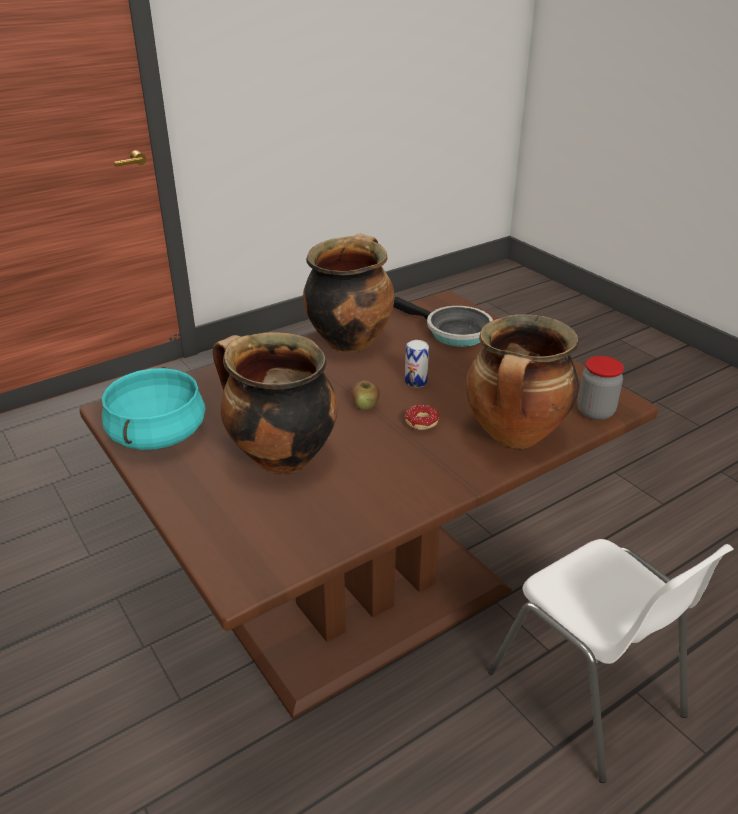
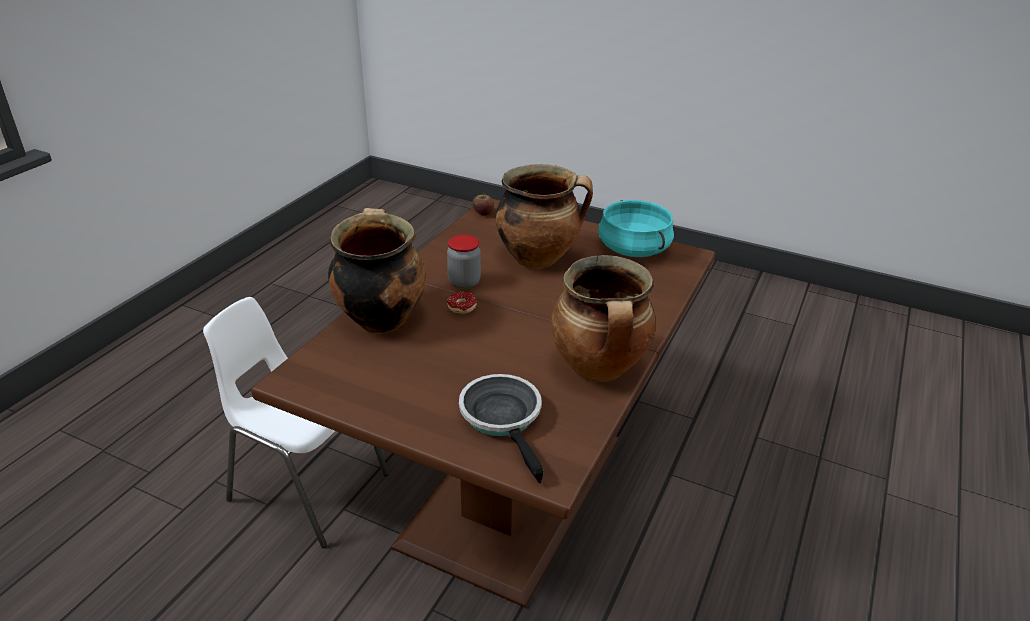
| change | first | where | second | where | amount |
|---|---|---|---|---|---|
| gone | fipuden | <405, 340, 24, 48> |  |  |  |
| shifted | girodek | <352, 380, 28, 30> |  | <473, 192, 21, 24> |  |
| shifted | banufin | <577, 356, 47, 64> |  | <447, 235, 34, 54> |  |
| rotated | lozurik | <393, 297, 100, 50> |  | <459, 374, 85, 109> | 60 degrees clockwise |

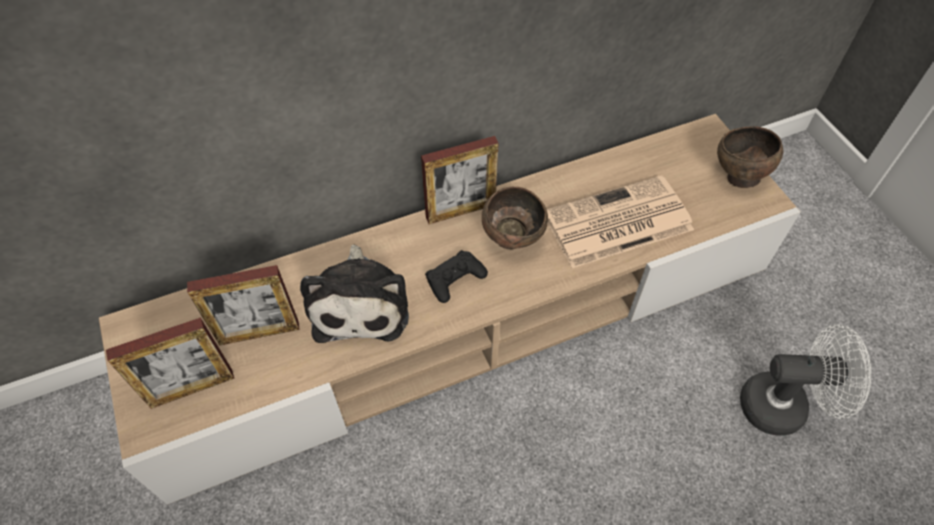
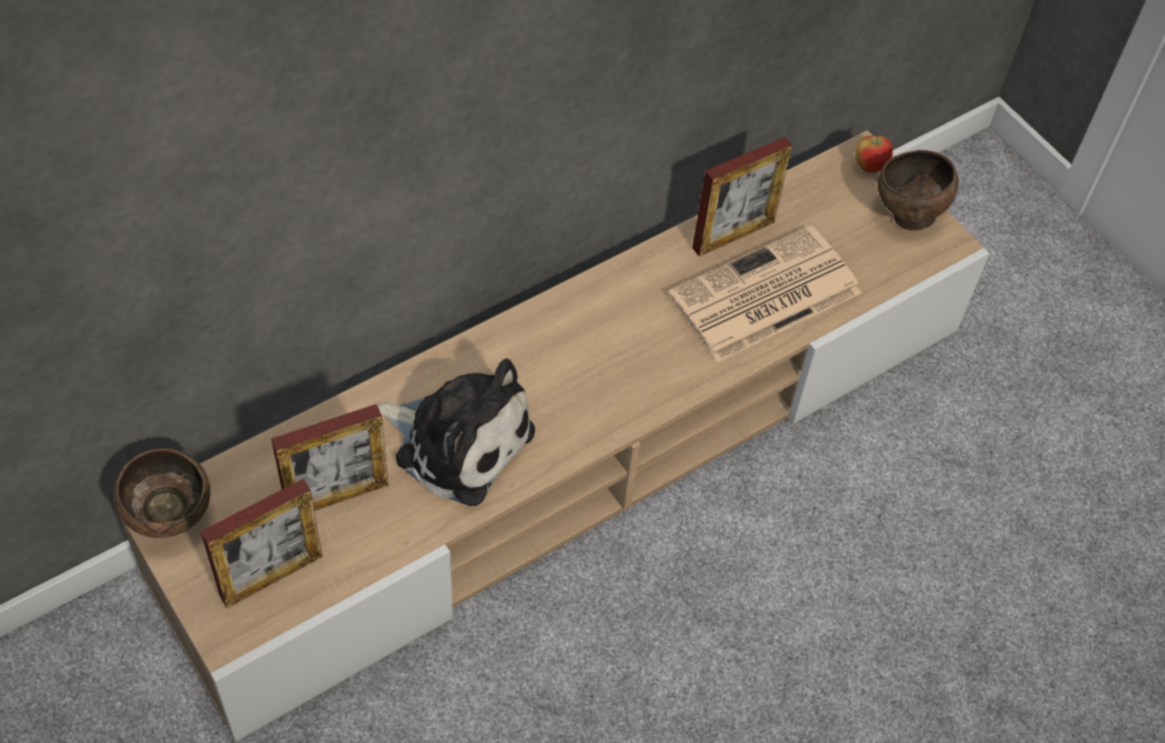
| change | first | where | second | where | amount |
|---|---|---|---|---|---|
| gone | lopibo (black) | <425, 250, 63, 53> |  |  |  |
| gone | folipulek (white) | <740, 325, 131, 111> |  |  |  |
| new |  |  | girodek | <855, 134, 38, 39> |  |
| shifted | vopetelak | <421, 136, 78, 88> |  | <692, 137, 101, 119> |  |
| shifted | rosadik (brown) | <482, 187, 66, 62> |  | <113, 448, 97, 90> |  |
| rotated | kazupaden | <300, 245, 109, 98> |  | <377, 358, 158, 148> | 45 degrees counterclockwise |

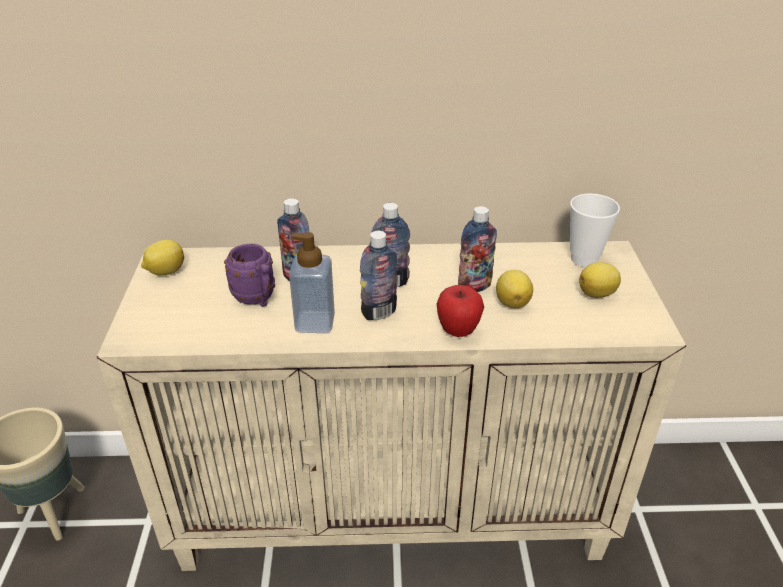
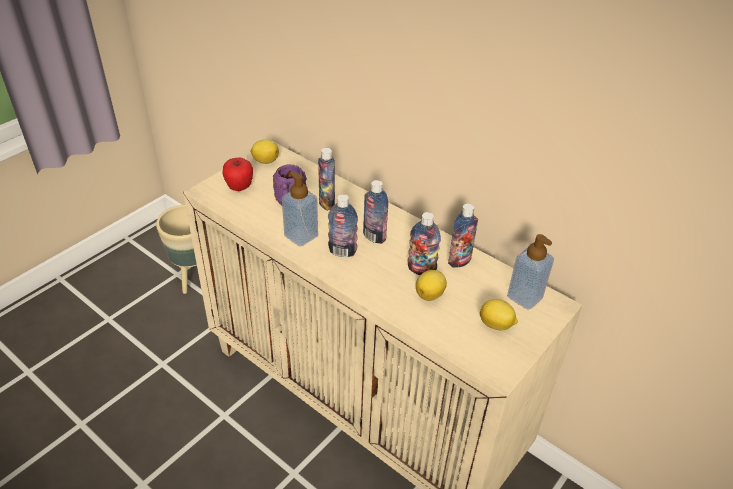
| change | first | where | second | where | amount |
|---|---|---|---|---|---|
| new |  |  | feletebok | <448, 204, 30, 64> |  |
| shifted | girodek | <437, 285, 47, 52> |  | <222, 157, 31, 34> |  |
| swapped | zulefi | <570, 193, 50, 74> | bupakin | <507, 234, 47, 76> |  |

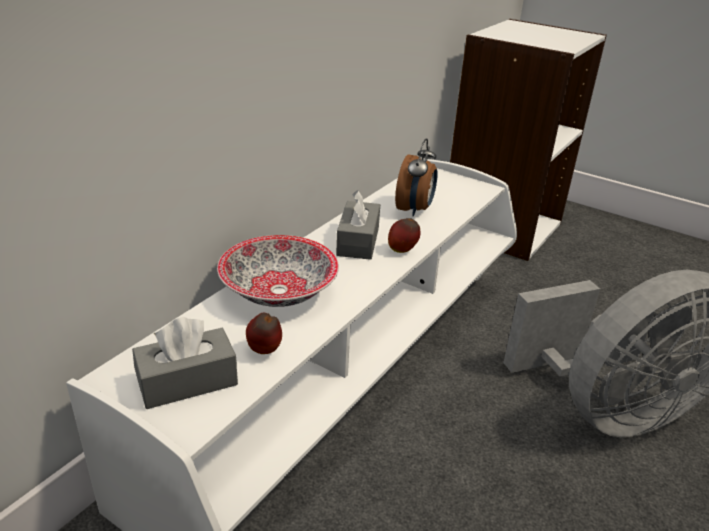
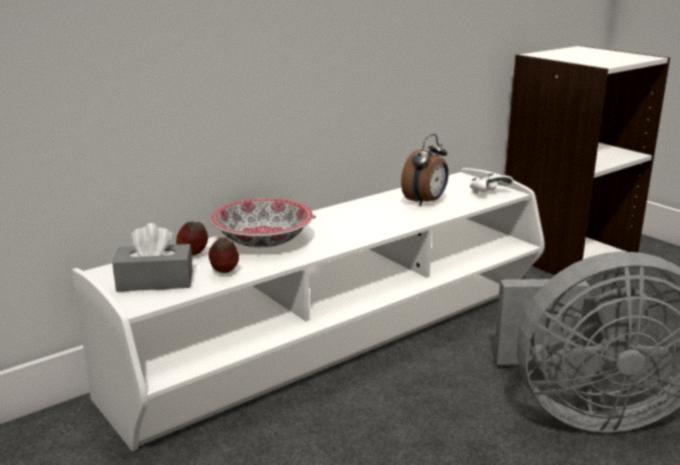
| change | first | where | second | where | amount |
|---|---|---|---|---|---|
| gone | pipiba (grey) | <336, 190, 44, 70> |  |  |  |
| new |  |  | lopibo (white) | <470, 173, 44, 21> |  |
| shifted | girodek | <388, 218, 32, 35> |  | <176, 221, 32, 35> |  |

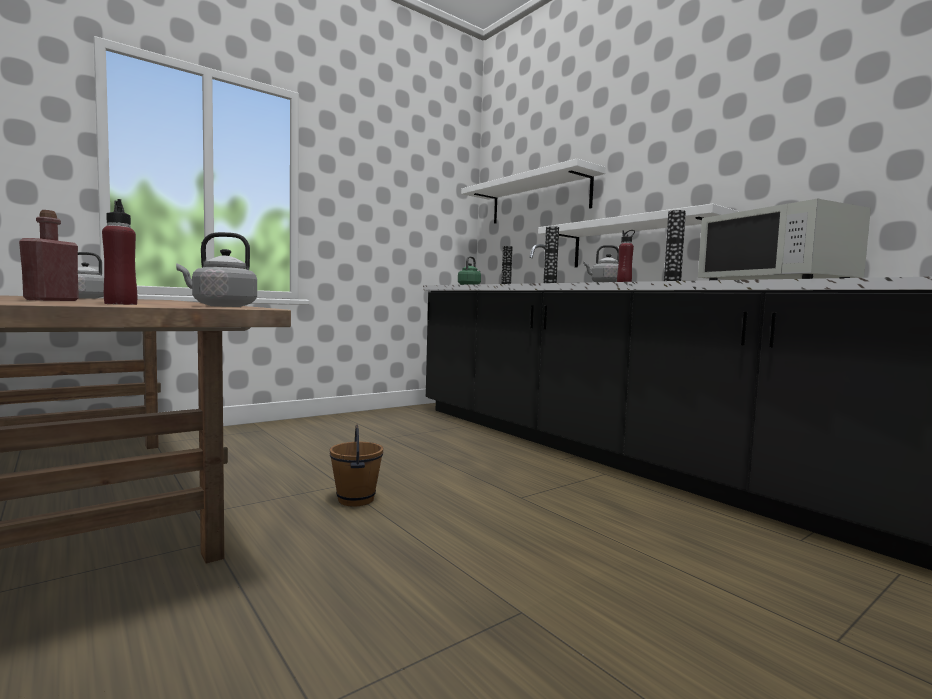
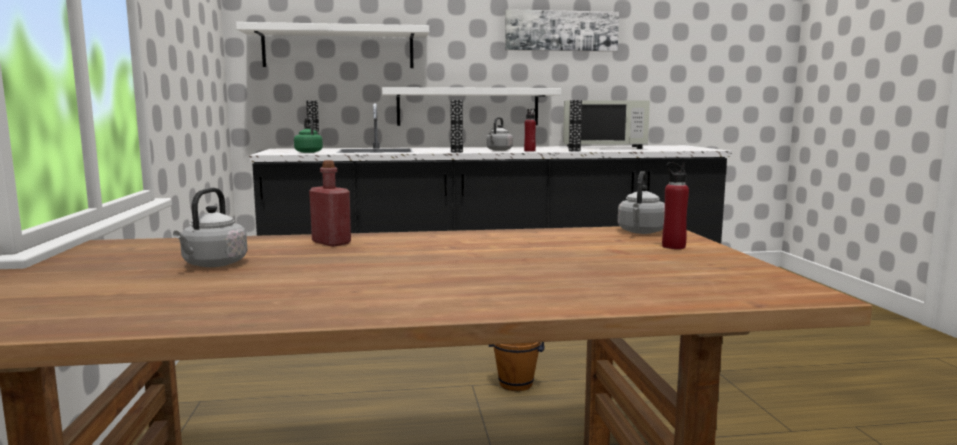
| change | first | where | second | where | amount |
|---|---|---|---|---|---|
| new |  |  | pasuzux | <505, 9, 114, 43> |  |
| shifted | feletebok (red) | <19, 210, 60, 91> |  | <309, 160, 42, 87> |  |

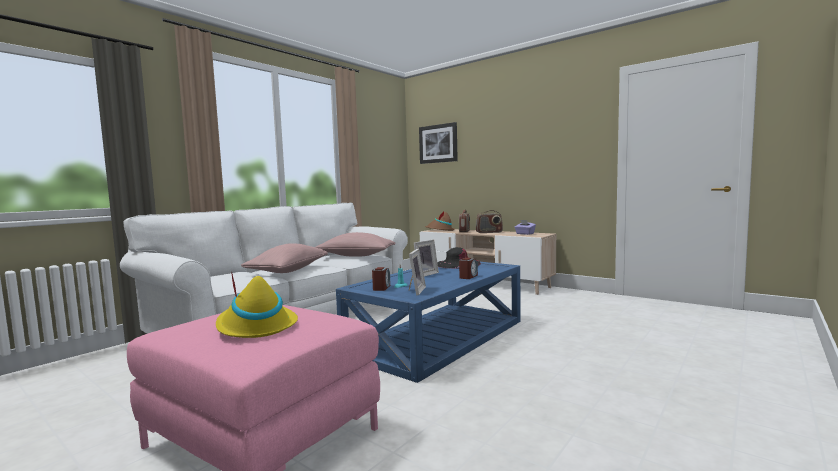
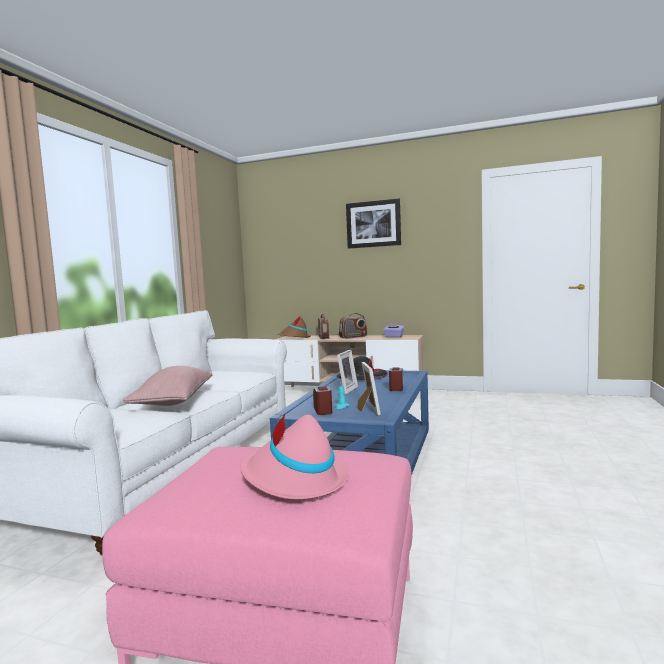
| change | first | where | second | where | amount |
|---|---|---|---|---|---|
| gone | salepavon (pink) | <316, 232, 80, 25> |  |  |  |
| shifted | pasuzux | <419, 122, 39, 42> |  | <346, 199, 55, 50> |  |
| repainted | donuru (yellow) | <216, 272, 82, 66> | donuru (pink) | <240, 413, 109, 87> |  |

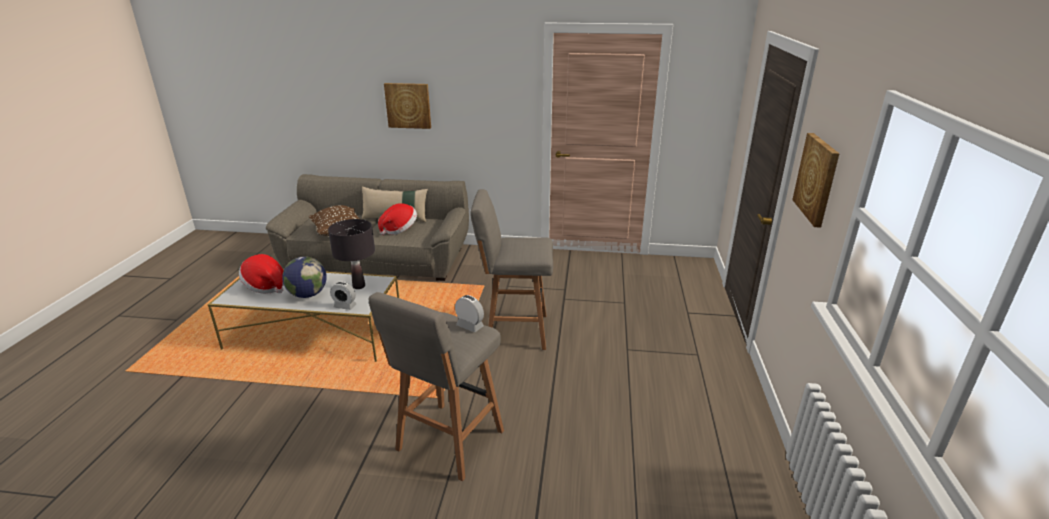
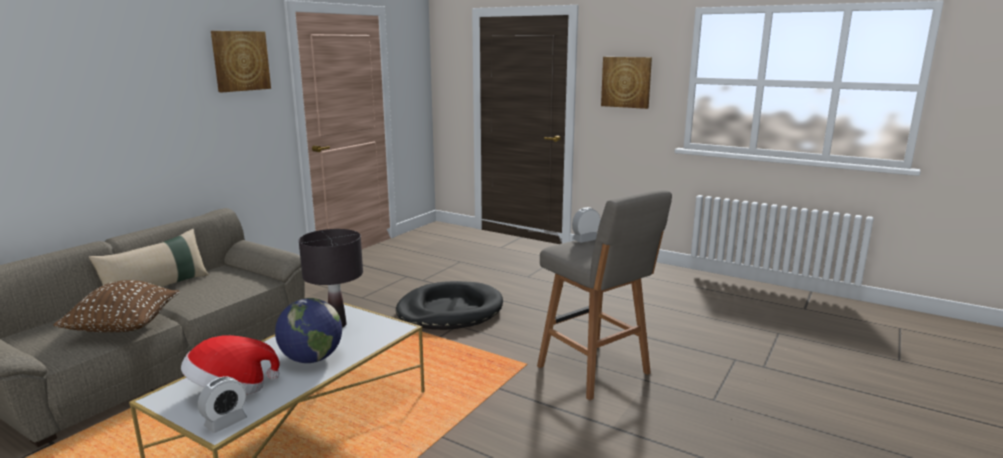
| change | first | where | second | where | amount |
|---|---|---|---|---|---|
| gone | donuru | <378, 203, 39, 32> |  |  |  |
| shifted | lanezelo | <330, 282, 26, 28> |  | <198, 376, 49, 57> |  |
| shifted | pasuzux | <384, 83, 47, 46> |  | <211, 31, 60, 61> |  |
| swapped | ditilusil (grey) | <470, 189, 83, 161> | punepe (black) | <396, 281, 107, 49> |  |

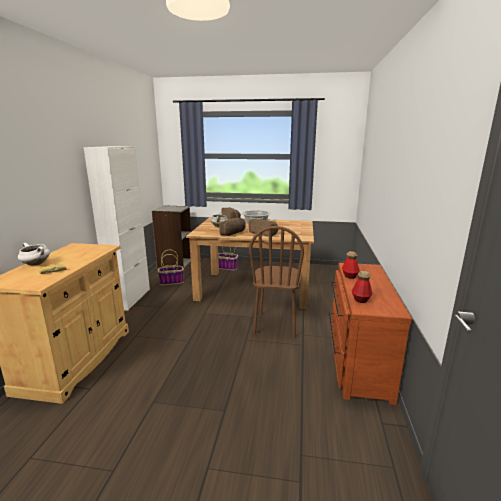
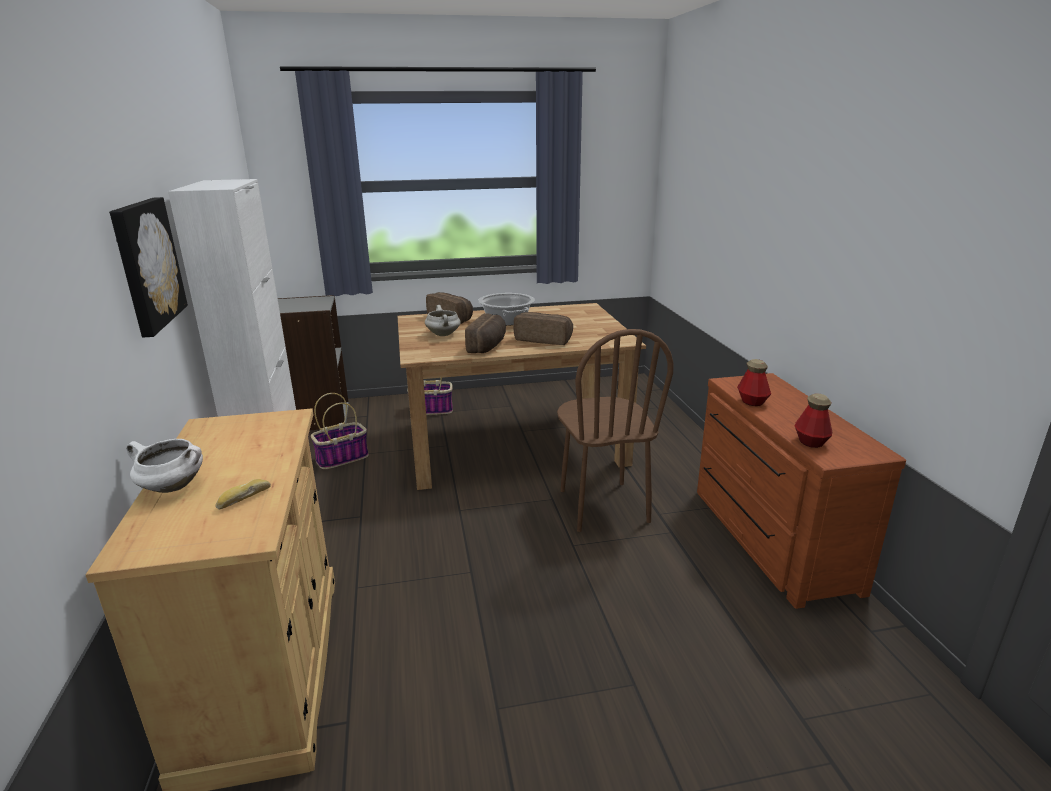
| change | first | where | second | where | amount |
|---|---|---|---|---|---|
| new |  |  | pasuzux | <109, 197, 79, 141> |  |

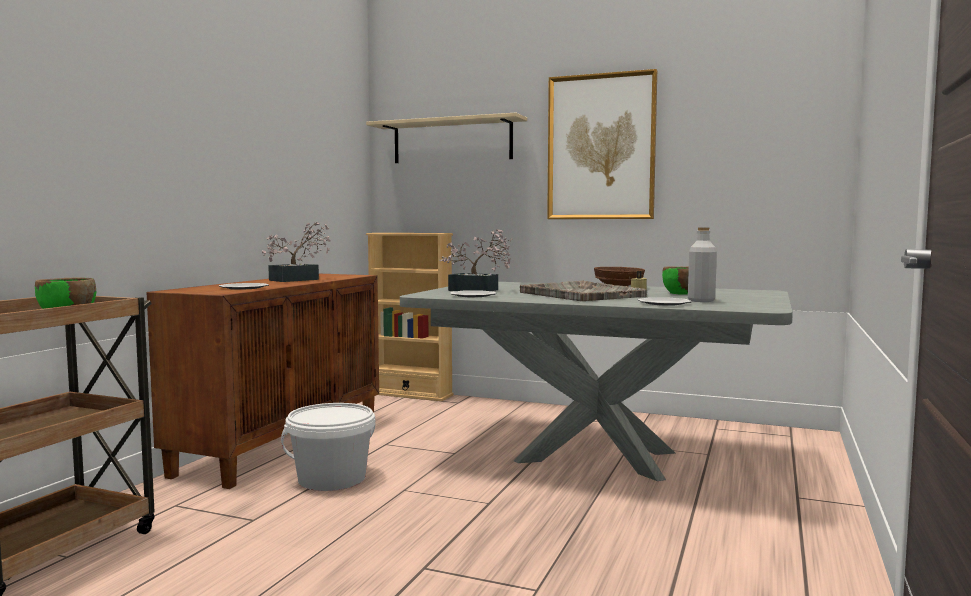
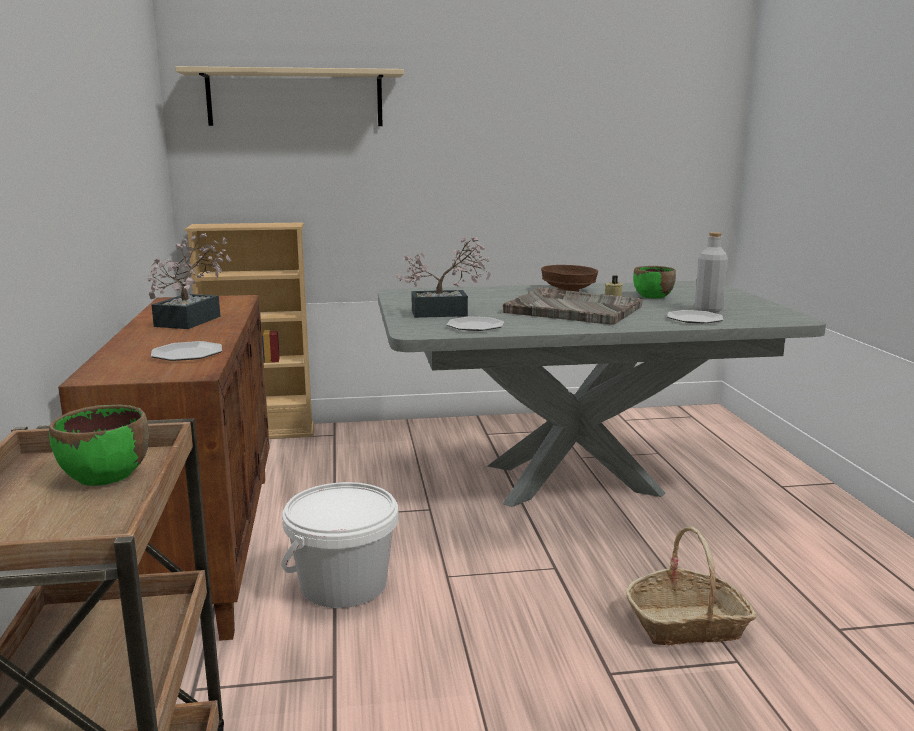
| change | first | where | second | where | amount |
|---|---|---|---|---|---|
| gone | pasuzux | <547, 69, 110, 150> |  |  |  |
| new |  |  | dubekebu | <626, 526, 131, 119> |  |

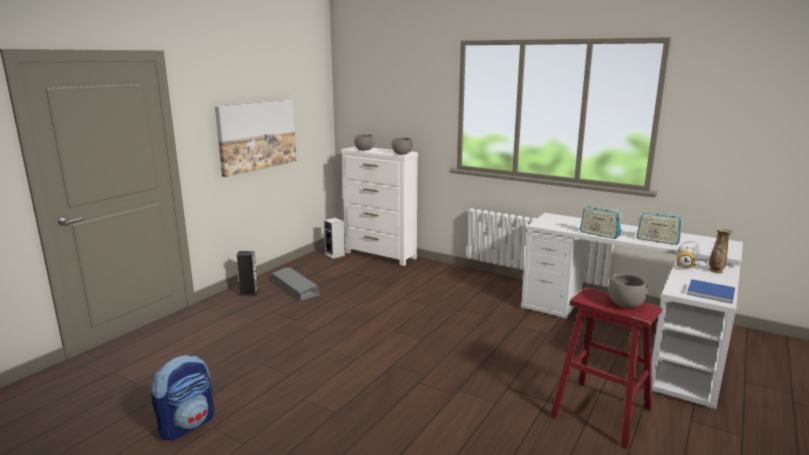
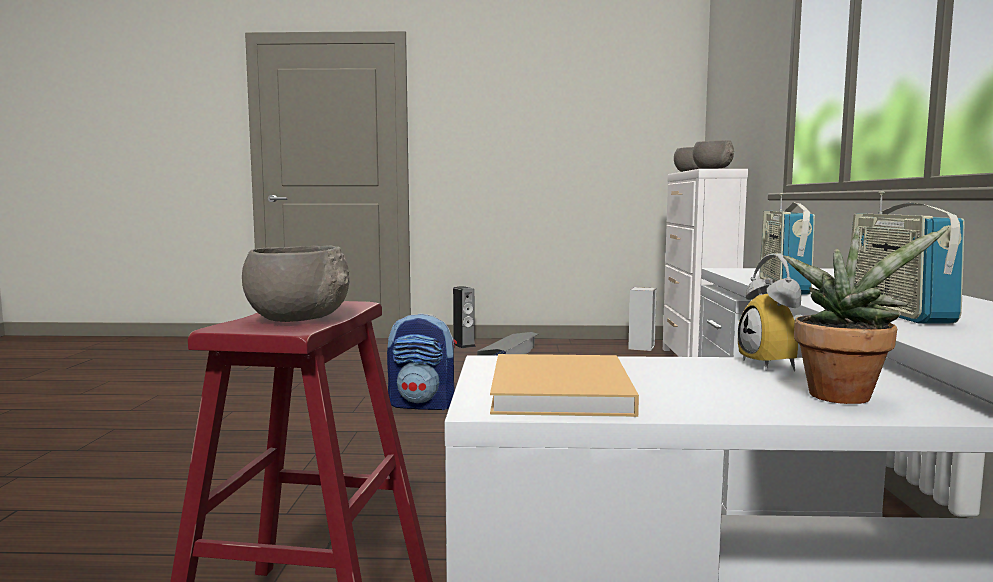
| change | first | where | second | where | amount |
|---|---|---|---|---|---|
| gone | pasuzux | <215, 100, 81, 77> |  |  |  |
| shifted | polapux | <151, 355, 63, 85> |  | <387, 313, 70, 97> |  |
| swapped | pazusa | <708, 227, 25, 47> | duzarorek | <783, 227, 164, 177> |  |
| repainted | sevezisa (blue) | <687, 279, 48, 25> | sevezisa (beige) | <490, 354, 149, 63> |  |

